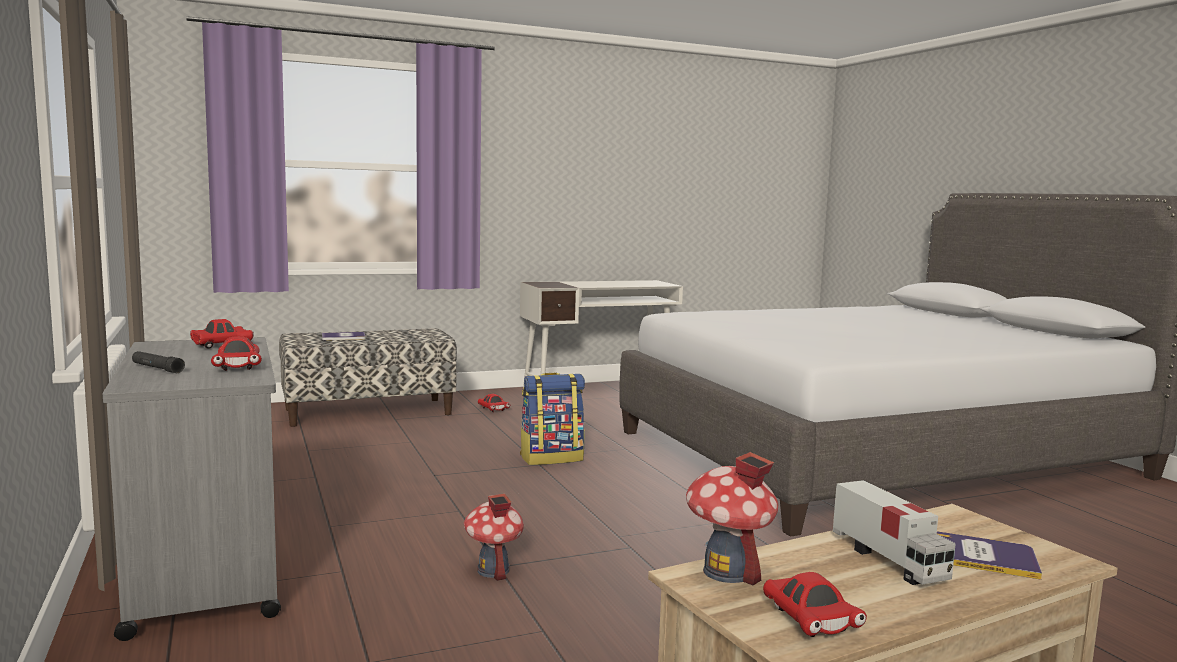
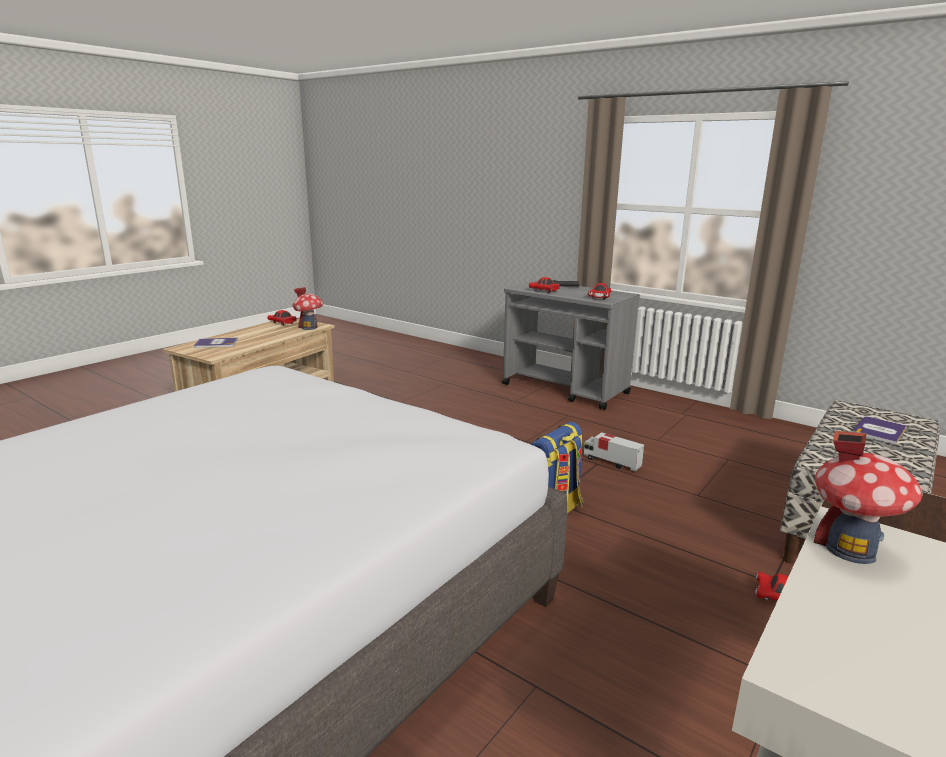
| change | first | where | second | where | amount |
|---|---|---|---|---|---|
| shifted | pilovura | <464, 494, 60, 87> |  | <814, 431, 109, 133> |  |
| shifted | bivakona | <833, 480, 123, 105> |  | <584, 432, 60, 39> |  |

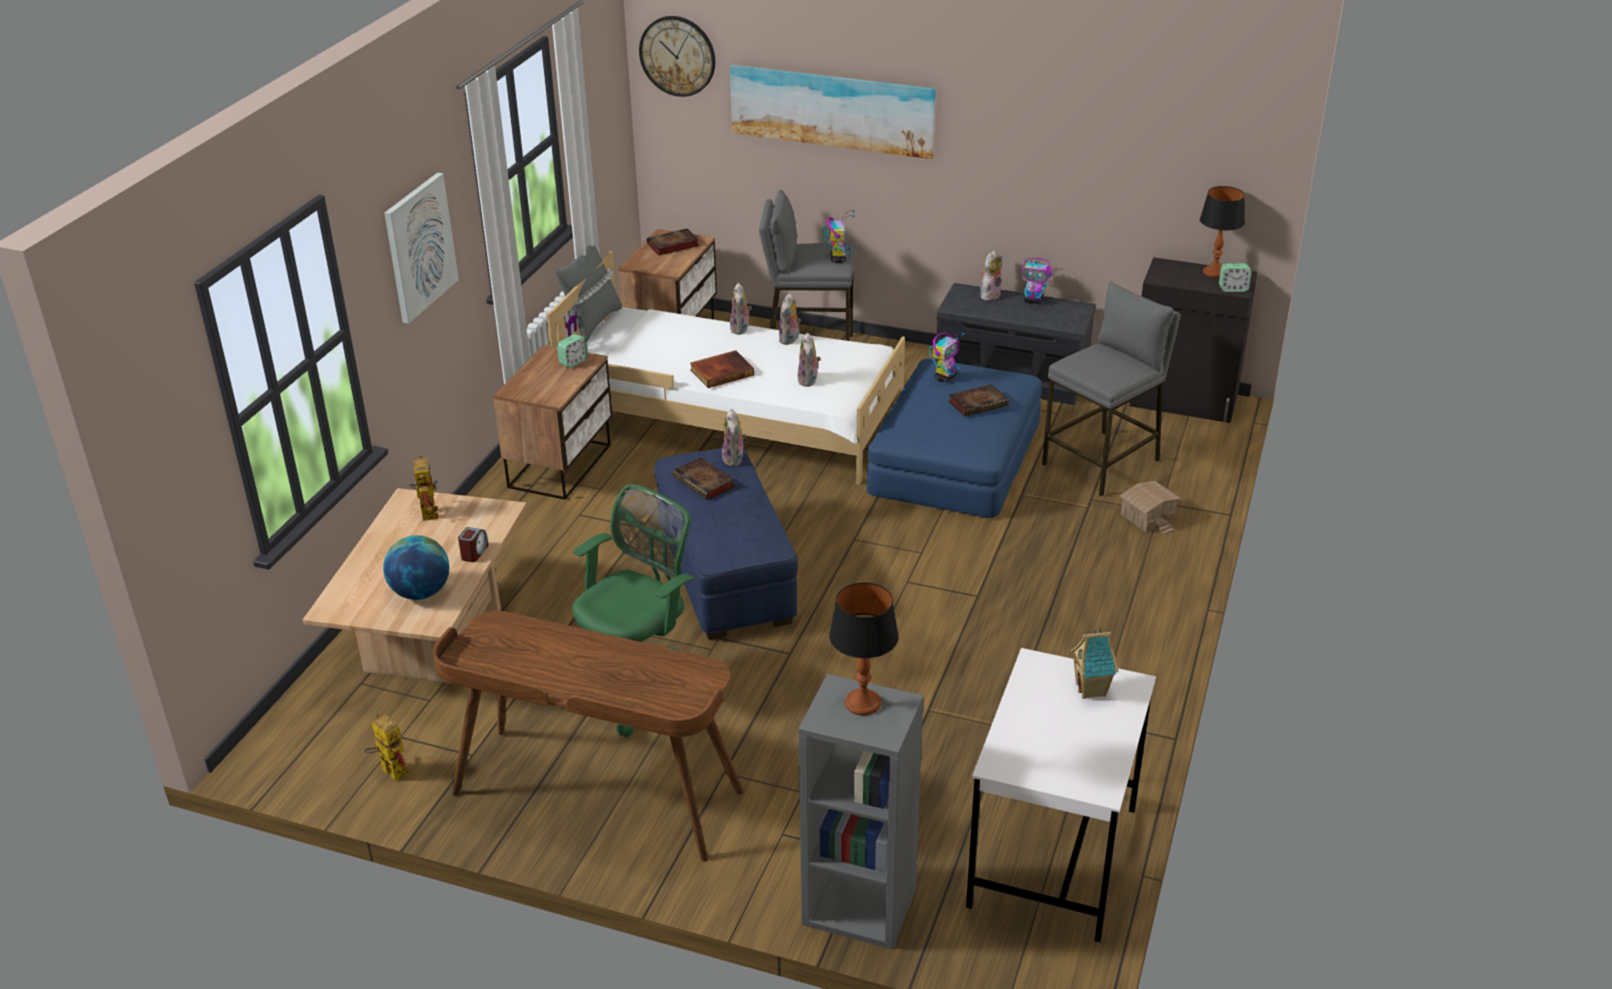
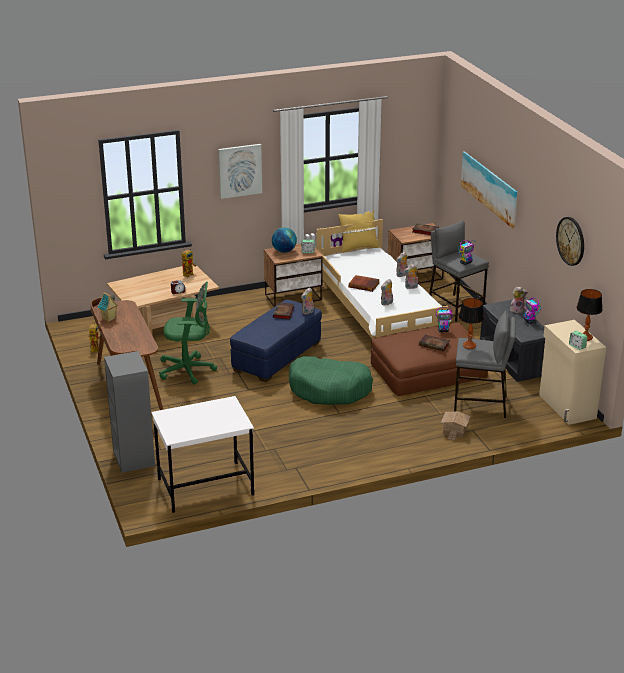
| change | first | where | second | where | amount |
|---|---|---|---|---|---|
| new |  |  | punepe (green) | <289, 356, 84, 49> |  |
| shifted | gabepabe | <383, 535, 66, 65> |  | <272, 227, 25, 26> |  |
| shifted | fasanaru | <639, 16, 76, 81> |  | <556, 217, 28, 49> |  |
| shifted | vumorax | <829, 582, 70, 134> |  | <459, 298, 25, 51> |  |
| shifted | pilovura | <1071, 627, 47, 72> |  | <97, 292, 21, 30> |  |
| repainted | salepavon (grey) | <555, 243, 67, 99> | salepavon (yellow) | <338, 209, 41, 44> |  |
| repainted | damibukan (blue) | <867, 359, 175, 159> | damibukan (brown) | <371, 323, 117, 73> |  |
| repainted | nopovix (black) | <1129, 257, 129, 166> | nopovix (beige) | <539, 320, 67, 105> |  |

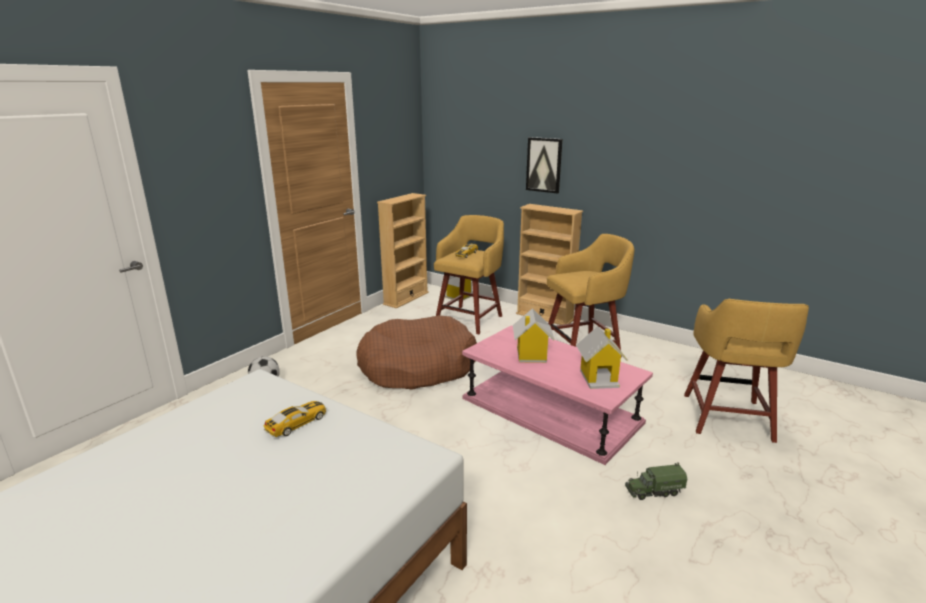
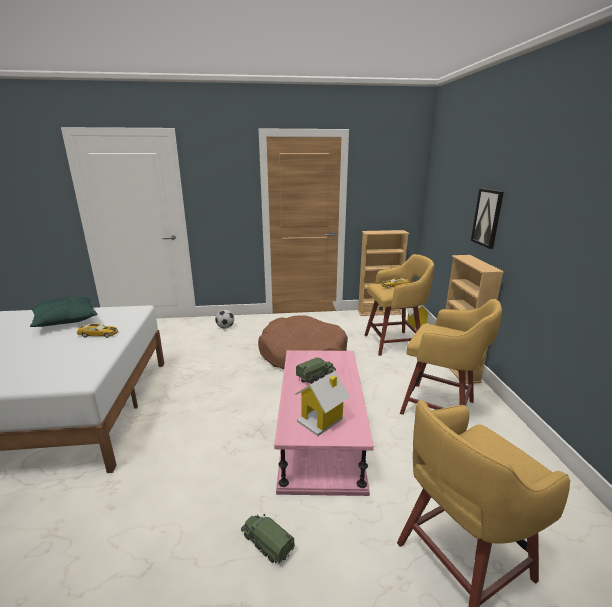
| change | first | where | second | where | amount |
|---|---|---|---|---|---|
| new |  |  | salepavon (green) | <30, 296, 67, 31> |  |
| swapped | pilovura | <513, 308, 41, 55> | bivakona | <296, 357, 40, 27> |  |

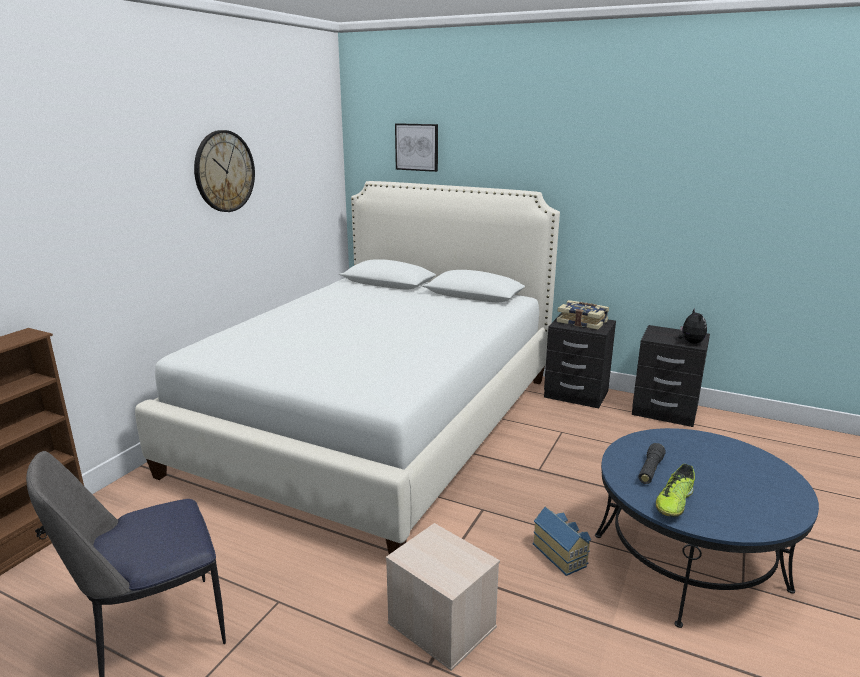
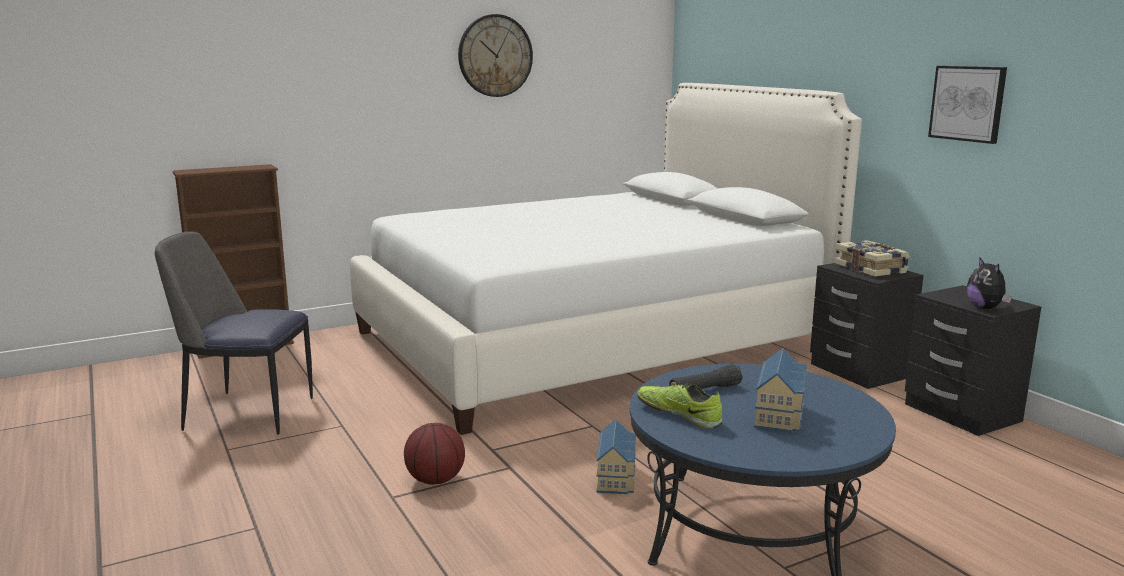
| change | first | where | second | where | amount |
|---|---|---|---|---|---|
| new |  |  | pilovura | <754, 348, 53, 85> |  |
| shifted | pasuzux | <395, 123, 43, 49> |  | <928, 66, 79, 78> |  |
| swapped | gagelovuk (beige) | <386, 523, 114, 148> | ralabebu | <404, 423, 61, 62> |  |
| rotated | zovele | <656, 464, 39, 53> |  | <637, 384, 86, 45> | 60 degrees clockwise |
| rotated | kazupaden | <678, 308, 29, 36> |  | <967, 257, 45, 52> | 135 degrees clockwise |

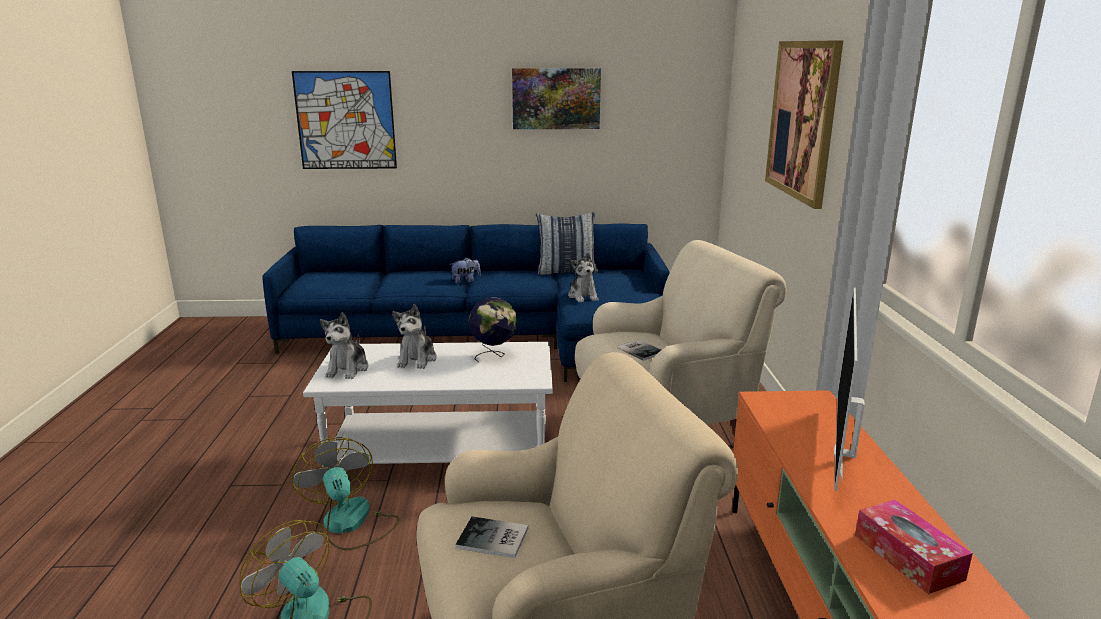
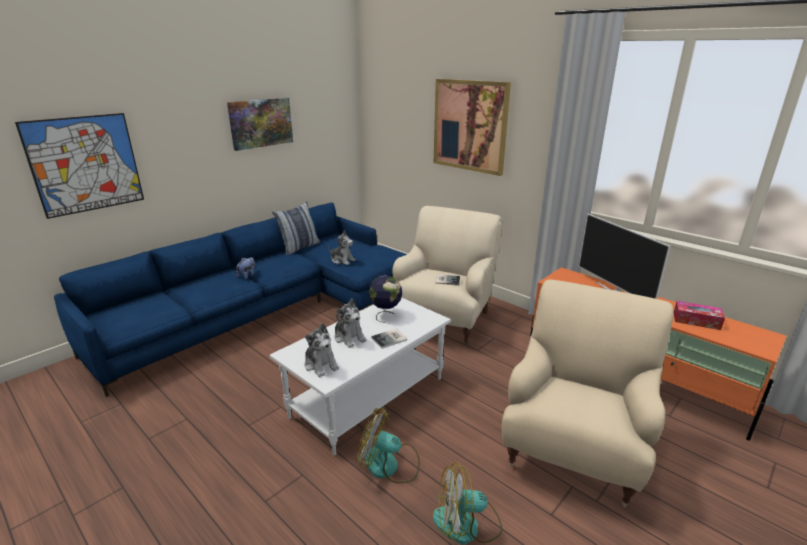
| change | first | where | second | where | amount |
|---|---|---|---|---|---|
| shifted | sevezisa | <455, 516, 73, 42> |  | <371, 329, 36, 20> |  |

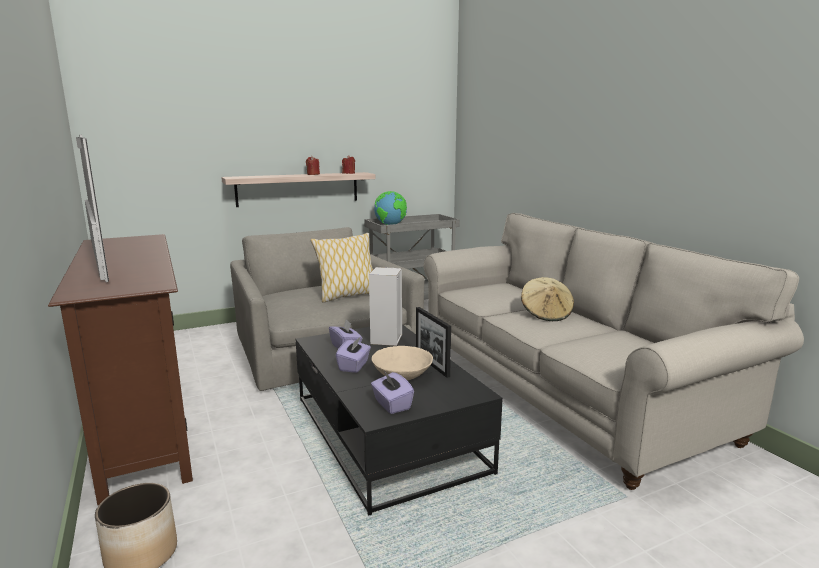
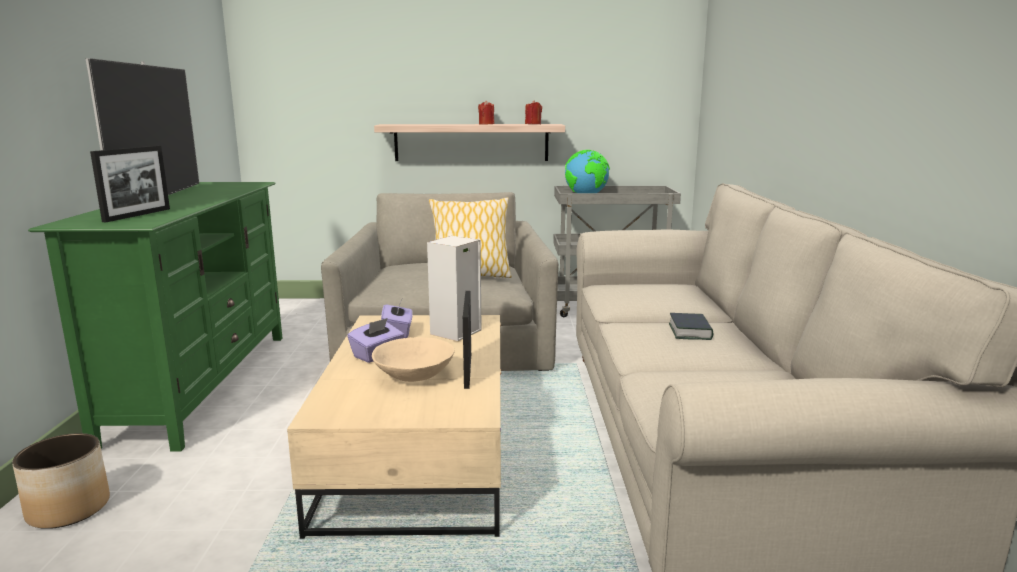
| change | first | where | second | where | amount |
|---|---|---|---|---|---|
| gone | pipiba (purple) | <371, 371, 43, 43> |  |  |  |
| new |  |  | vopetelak | <90, 146, 80, 76> |  |
| swapped | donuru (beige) | <521, 277, 53, 44> | sevezisa | <669, 313, 44, 27> |  |
| repainted | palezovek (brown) | <48, 234, 145, 271> | palezovek (green) | <28, 182, 255, 270> |  |
| repainted | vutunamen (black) | <296, 325, 207, 190> | vutunamen (beige) | <287, 315, 214, 224> |  |

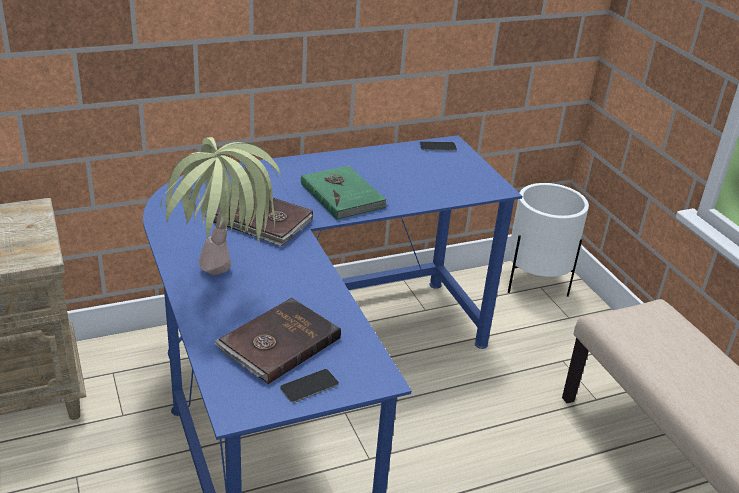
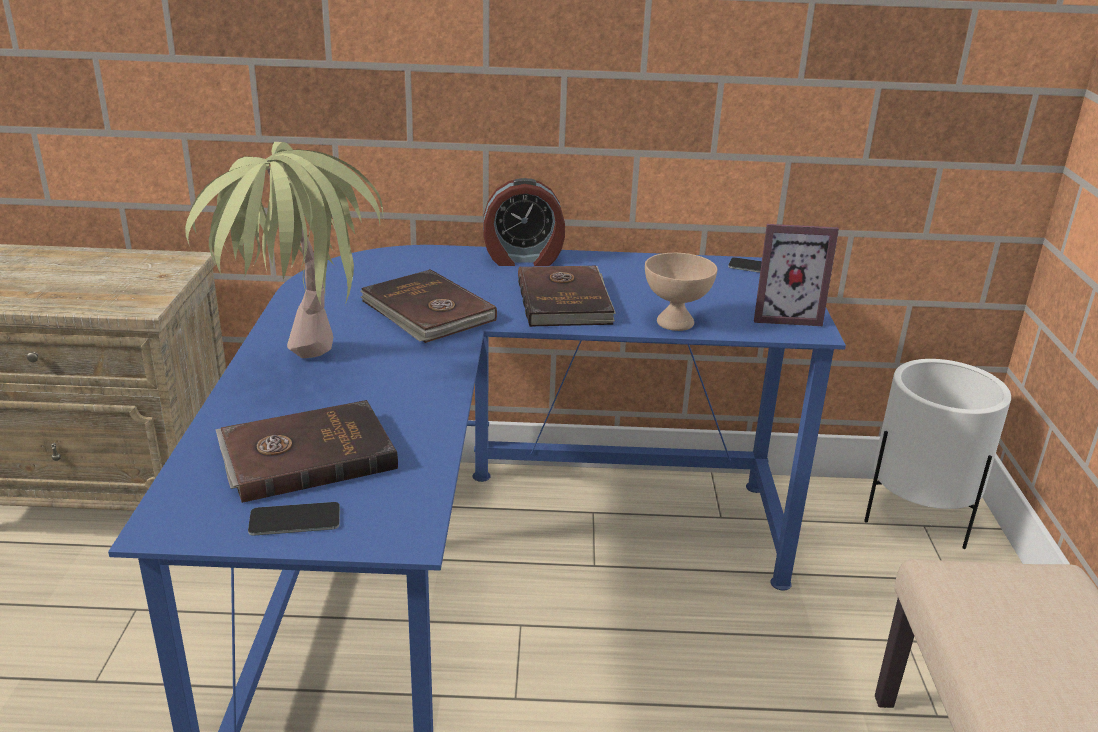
| change | first | where | second | where | amount |
|---|---|---|---|---|---|
| new |  |  | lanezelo | <483, 178, 82, 88> |  |
| new |  |  | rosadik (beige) | <645, 253, 72, 78> |  |
| new |  |  | vopetelak | <754, 224, 85, 102> |  |
| repainted | sevezisa (green) | <301, 165, 86, 55> | sevezisa (brown) | <518, 266, 98, 61> |  |

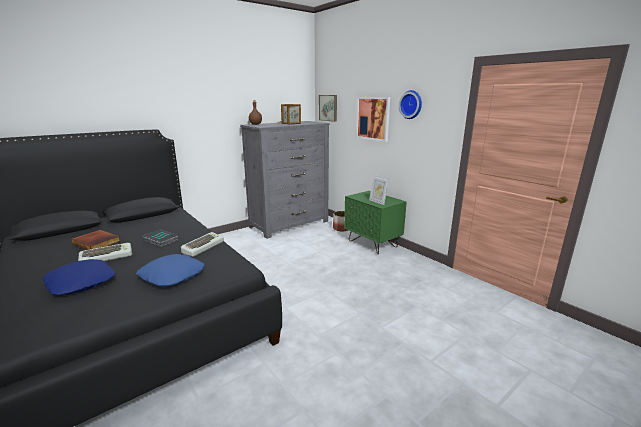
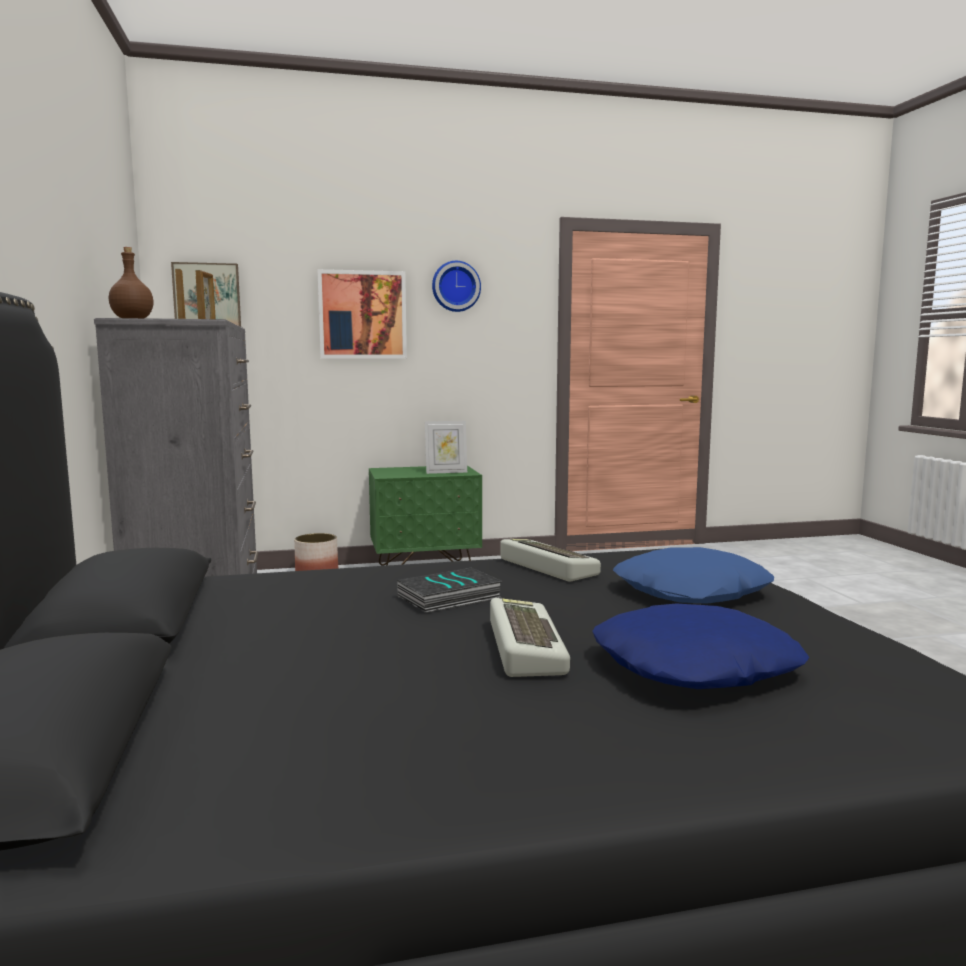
| change | first | where | second | where | amount |
|---|---|---|---|---|---|
| gone | sevezisa | <71, 230, 50, 20> |  |  |  |

